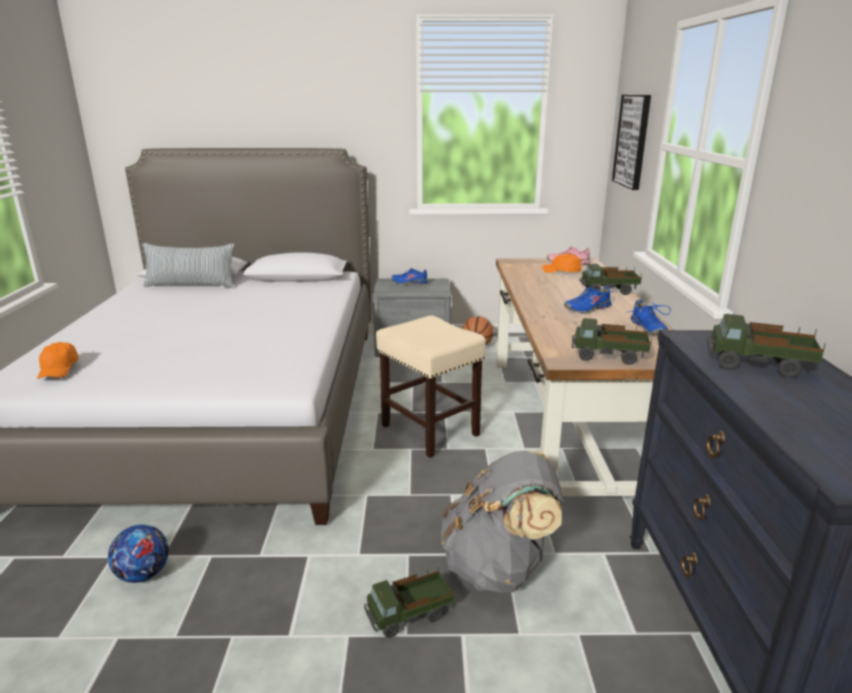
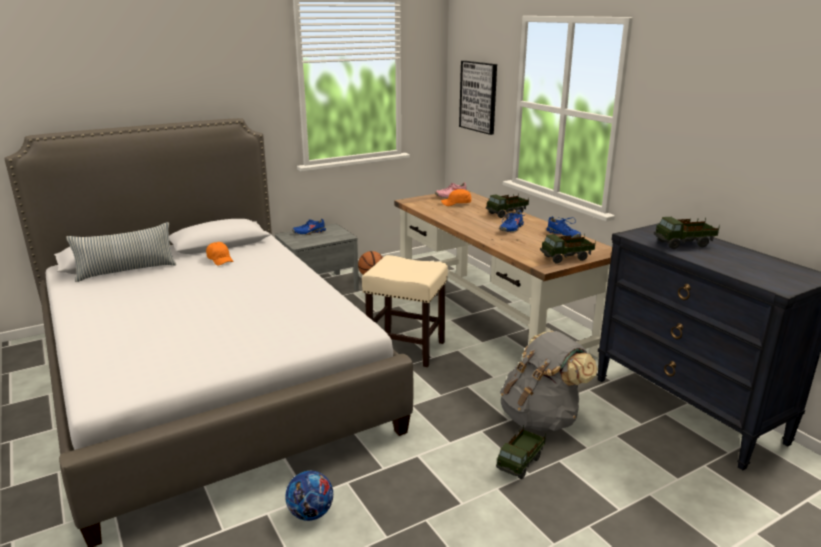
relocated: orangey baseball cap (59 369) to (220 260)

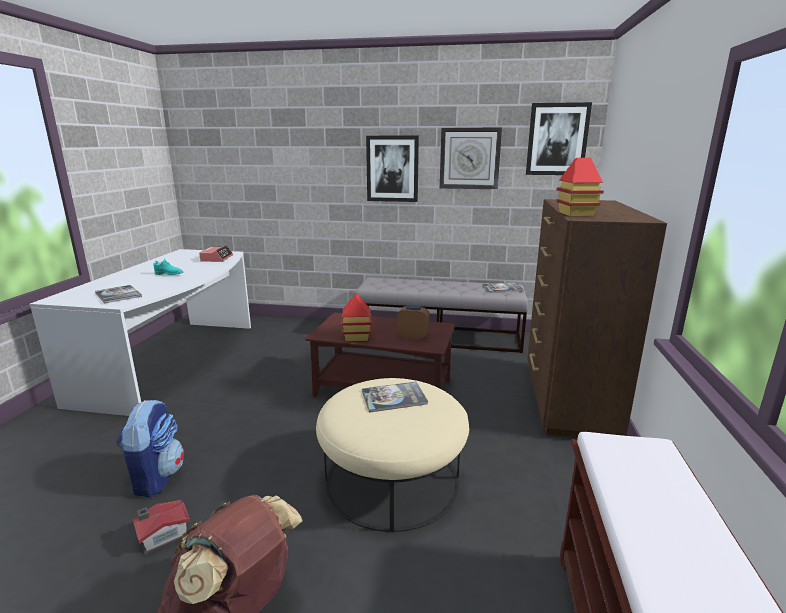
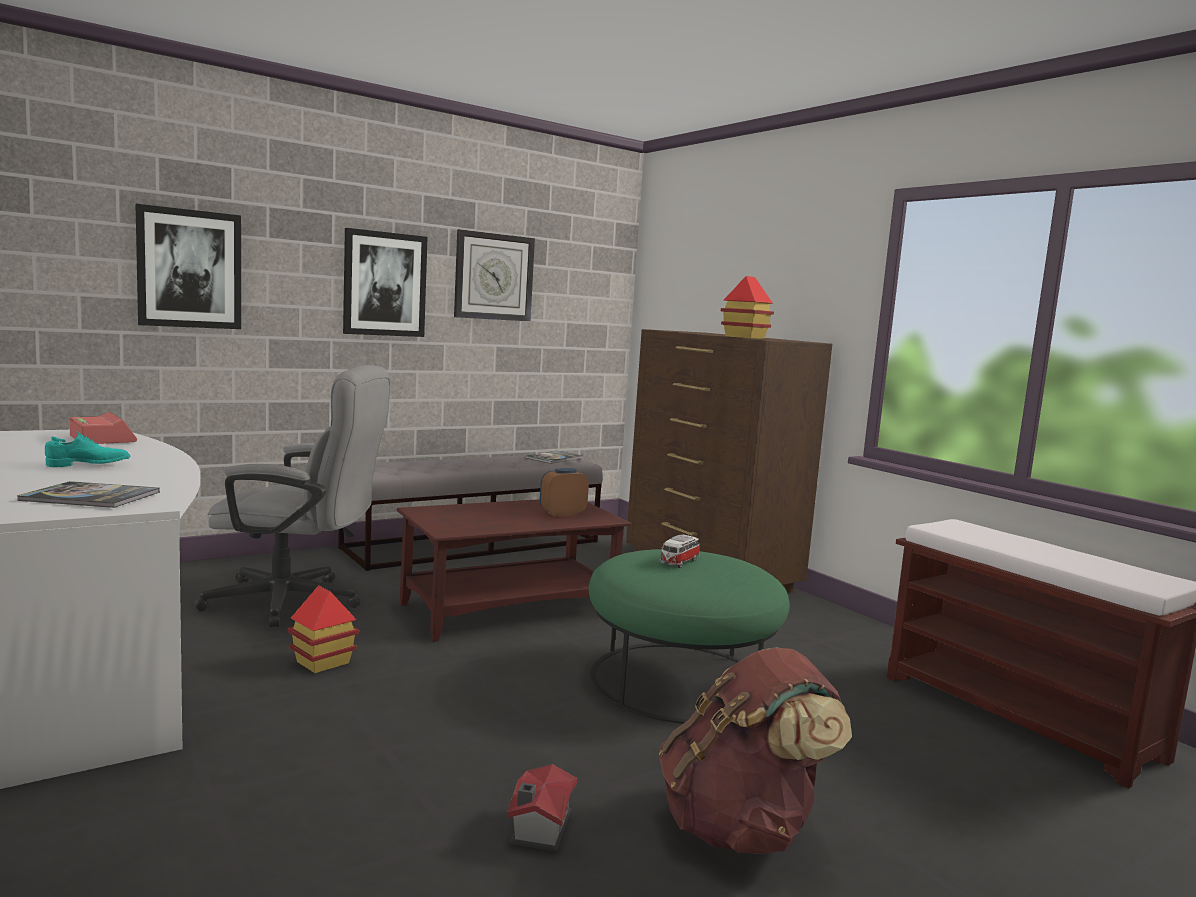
missing: knapsack (156 477)
appeared: greyish office chair (297 602)
relocated: toy house (356 337) to (322 662); picture (557 139) to (189 269)
exchanged: book (394 397) to model car (678 562)
colour: beige-coloured footrest (392 480) to green footrest (681 680)

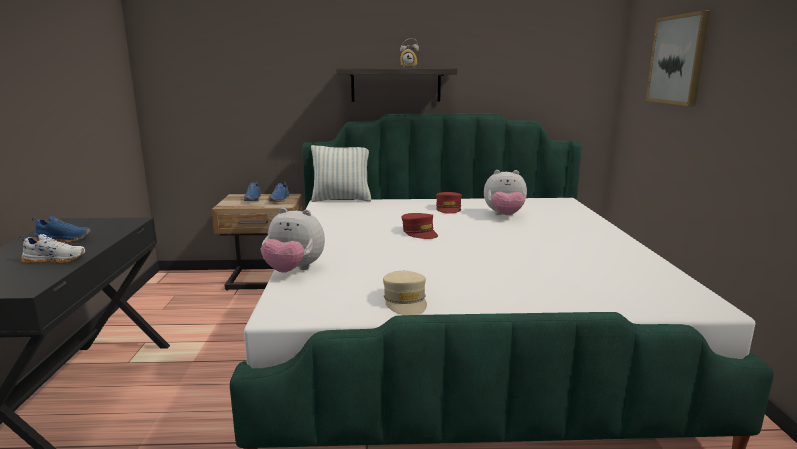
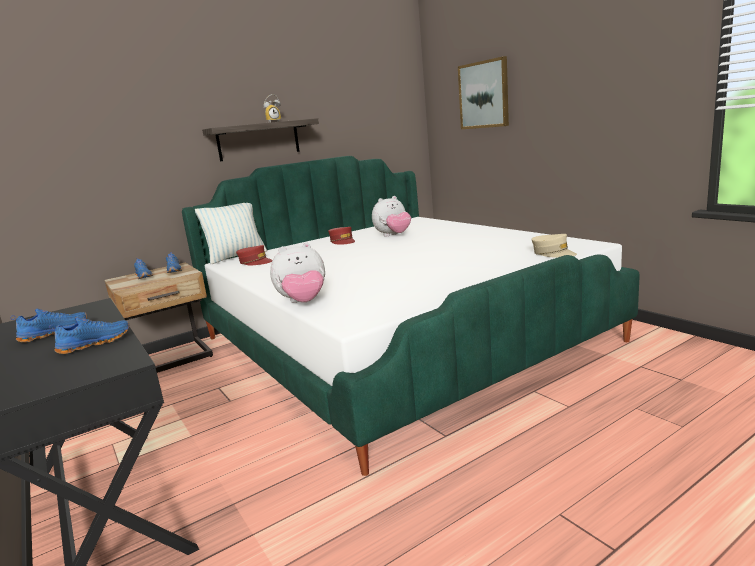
relocated: beige-coloured baseball cap (405 301) to (553 253); red baseball cap (419 233) to (255 262)
colour: whitish shoe (56 260) to bluish shoe (94 343)

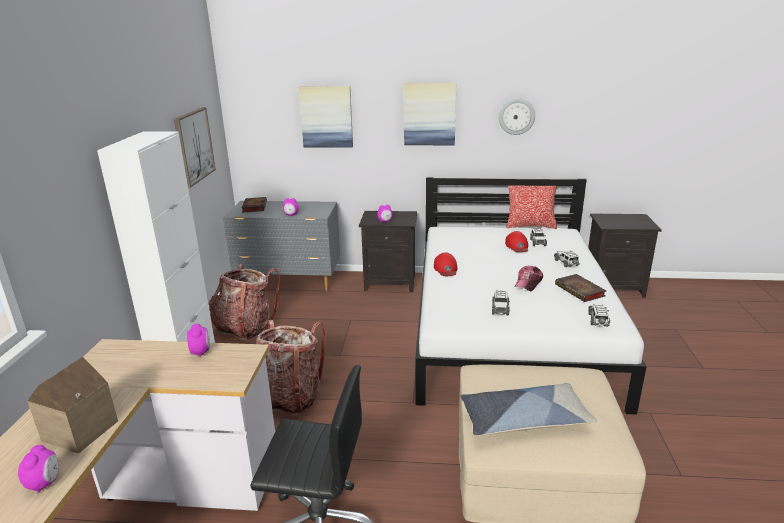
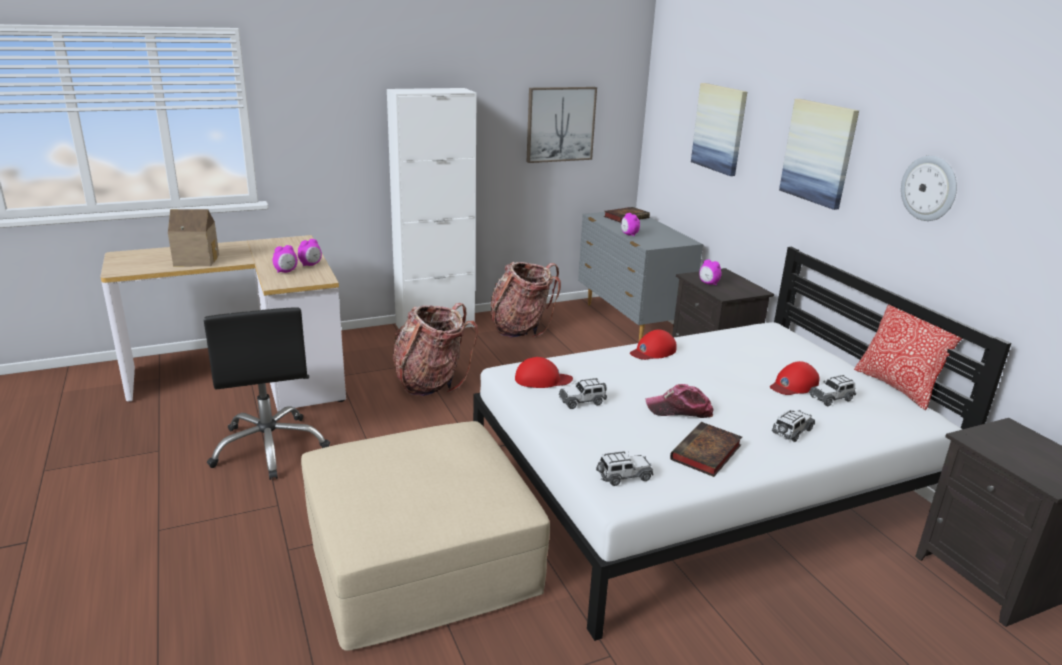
missing: throw pillow (523 419)
appeared: red baseball cap (542 379)
relocated: bedside clock (45 483) to (286 271)

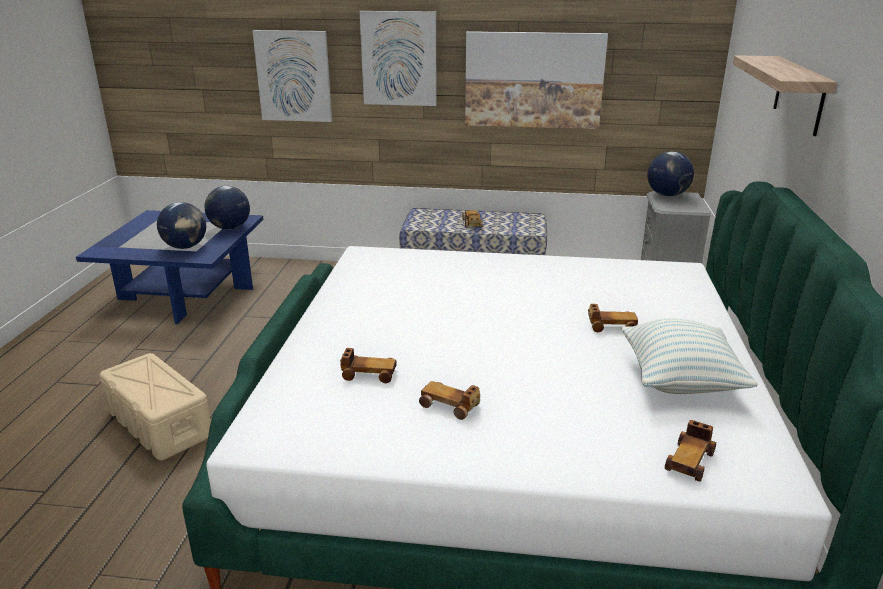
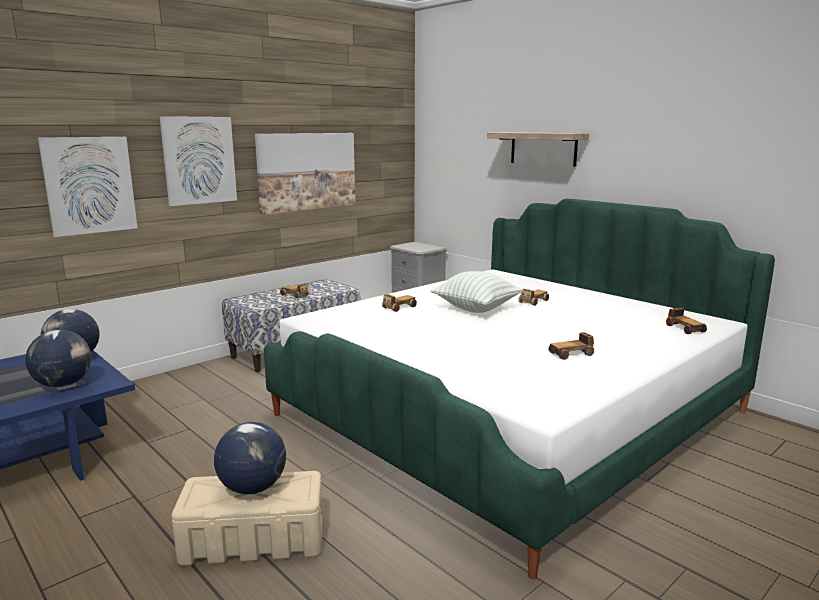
relocated: model car (368 374) to (398 307); throw pillow (680 381) to (476 309); world globe (667 195) to (253 488)

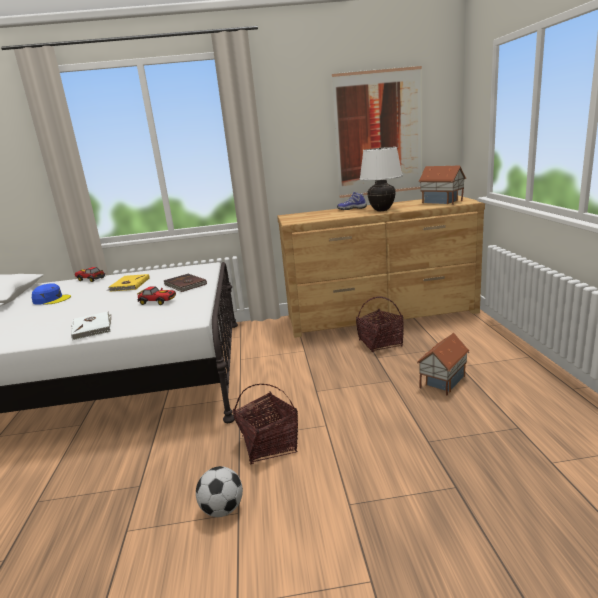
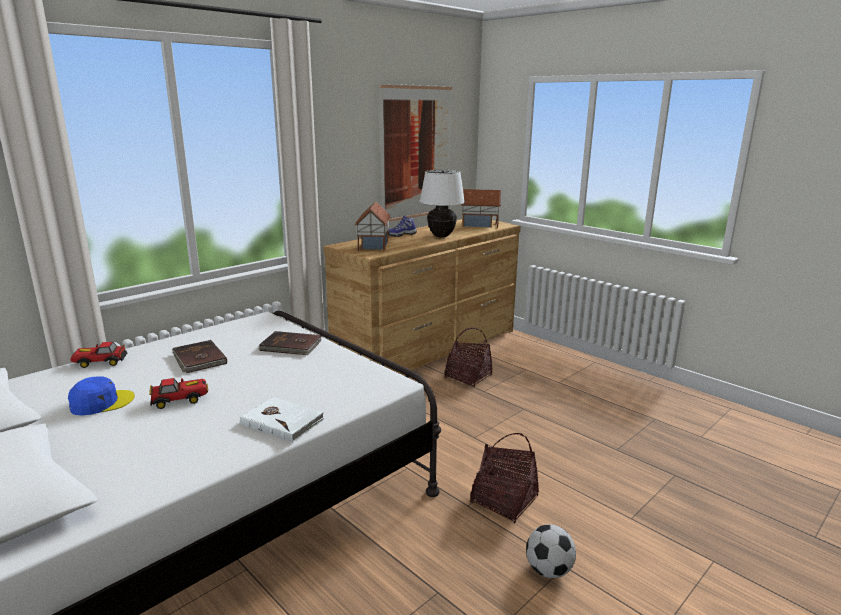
relocated: model car (158 302) to (180 400); toy house (442 382) to (373 246)
colour: yellow book (129 285) to brownish book (198 359)

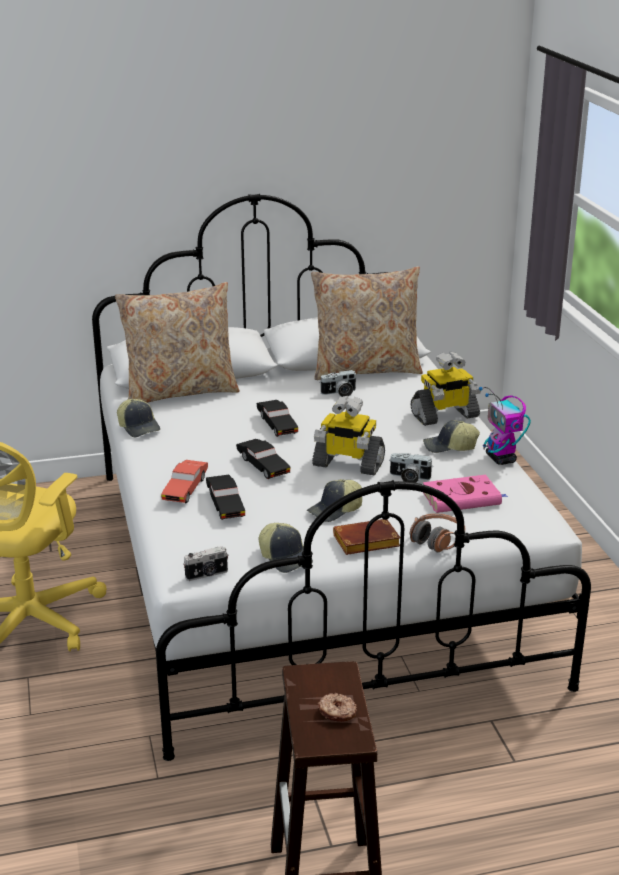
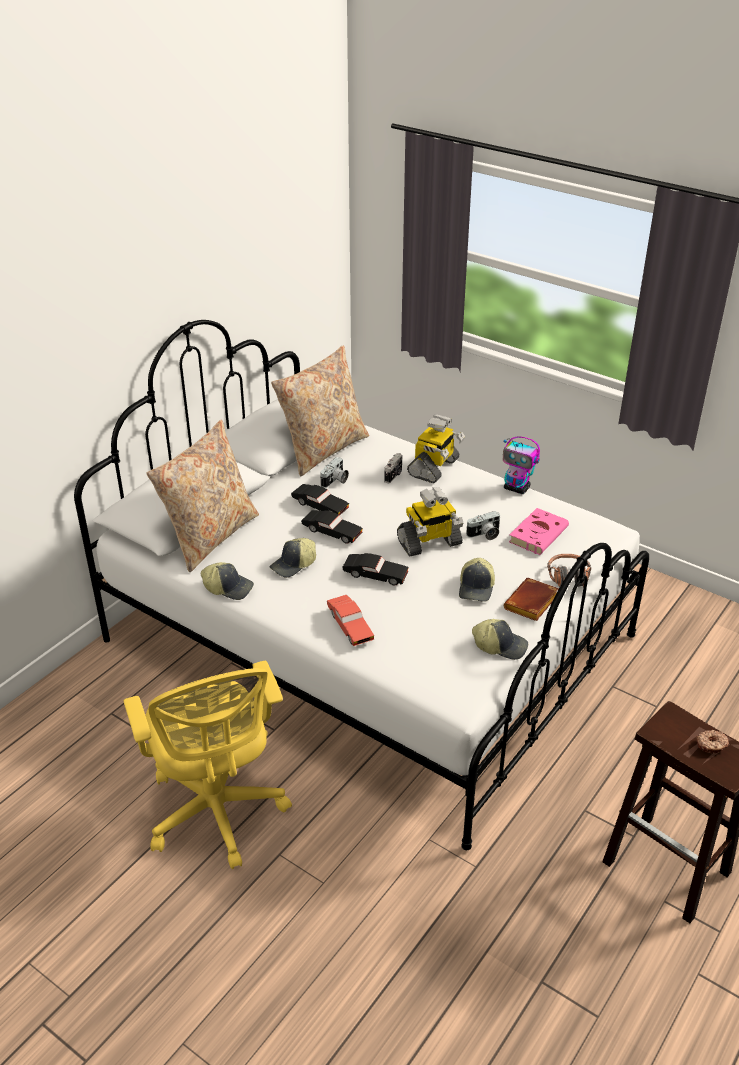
relocated: photo camera (207 575) to (394 475); blackish model car (225 505) to (320 506); baseball cap (449 447) to (294 565)

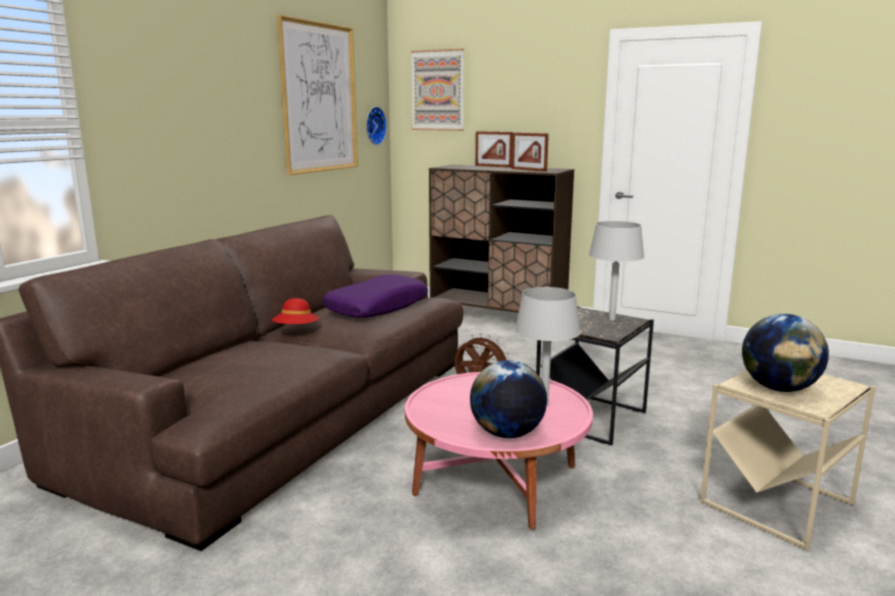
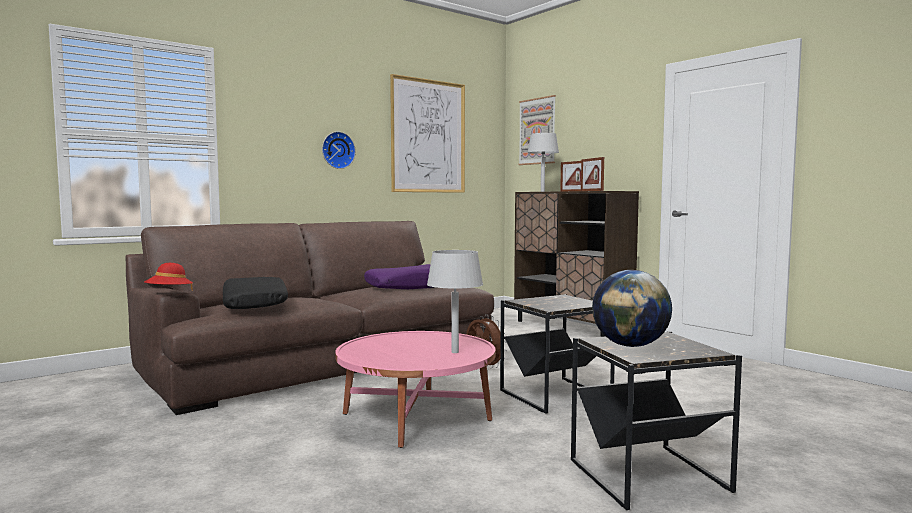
missing: world globe (507 434)
appeared: blackish throw pillow (256 304)
relocated: red wearable hat (296 330) to (169 293); clock on the wall (373 126) to (337 150); greyish table lamp (612 319) to (542 191)
colour: beige-coloured side table (778 503) to blackish side table (650 476)

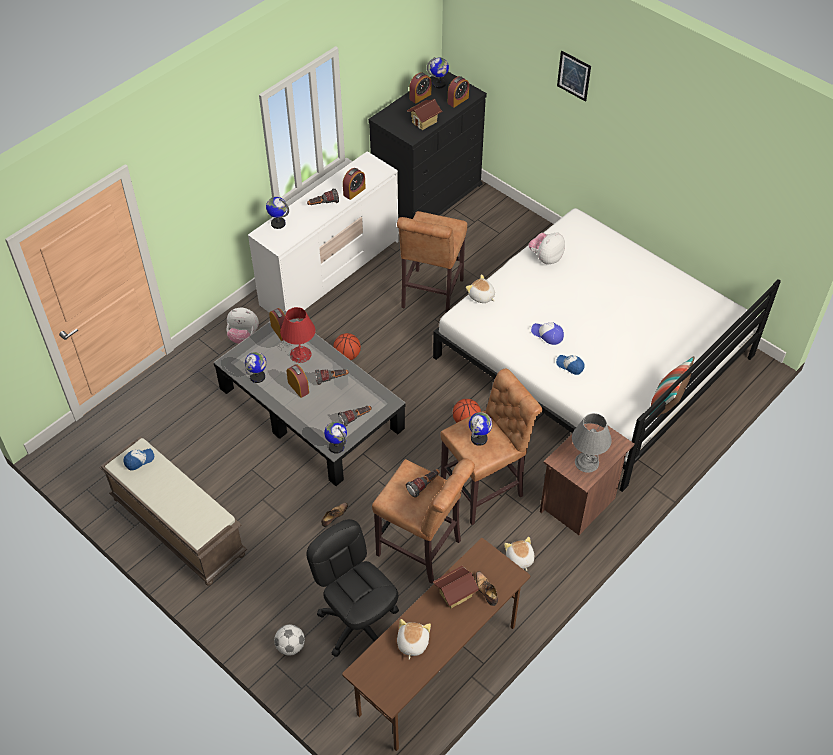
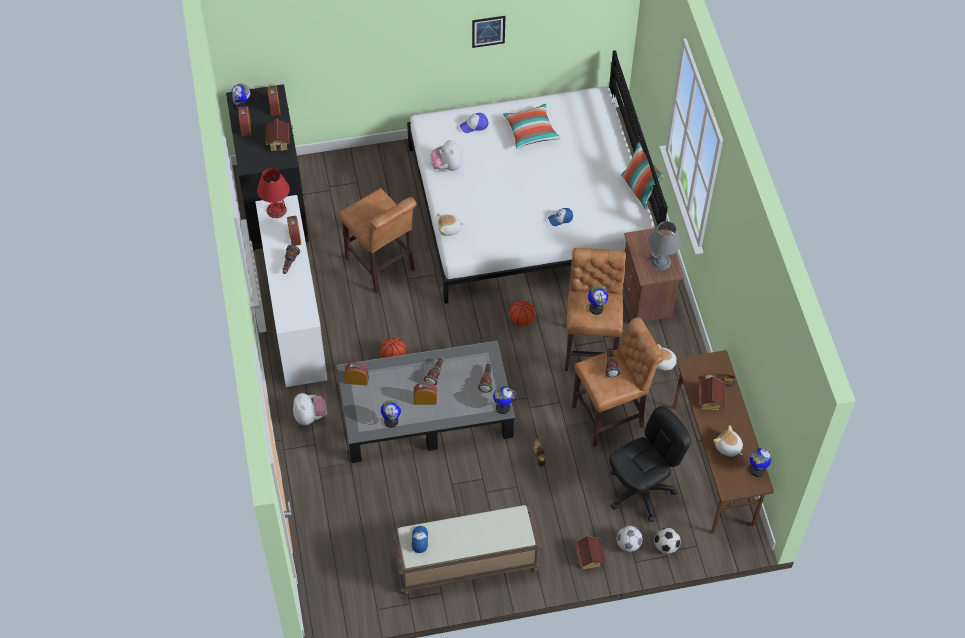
appeared: throw pillow (531 132); toy house (588 558); football (666 546)
relocated: world globe (278 223) to (757 470); red table lamp (300 354) to (276 210); baseball cap (547 334) to (474 125); picture (574 75) to (488 31)
spun: cuddly toy (243 336) = (310 416) 60 degrees counterclockwise; blackish office chair (358 623) = (641 491) 150 degrees clockwise

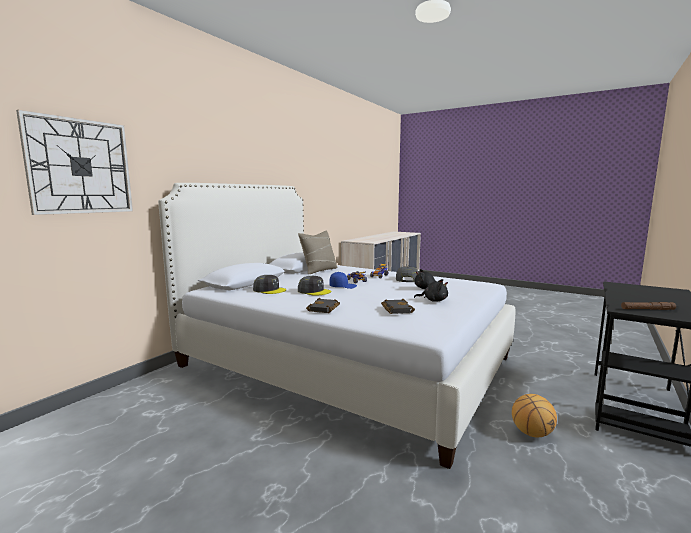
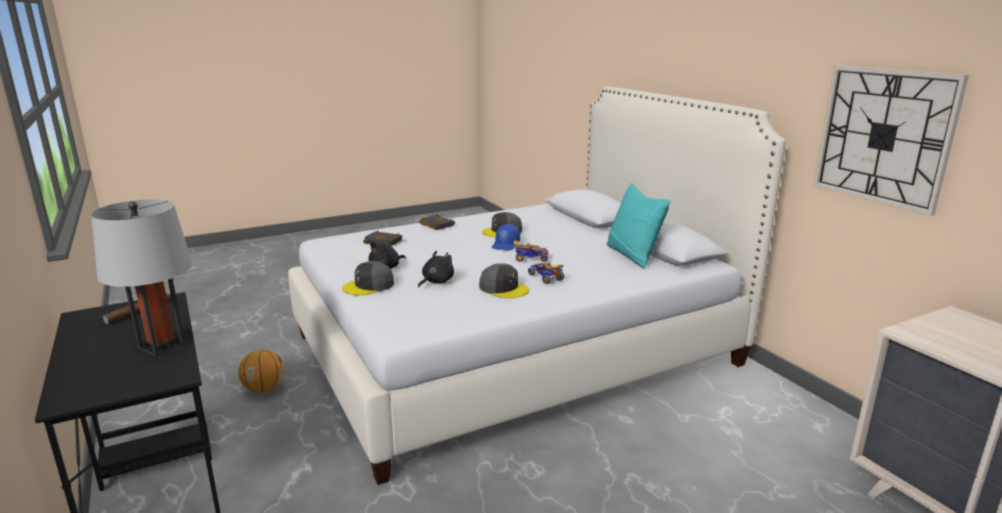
appeared: greyish table lamp (161 345)
relocated: clock on the wall (80 166) to (884 136); greyish baseball cap (269 290) to (369 286)
colour: beige-coloured throw pillow (319 270) to turquoise-coloured throw pillow (633 255)

